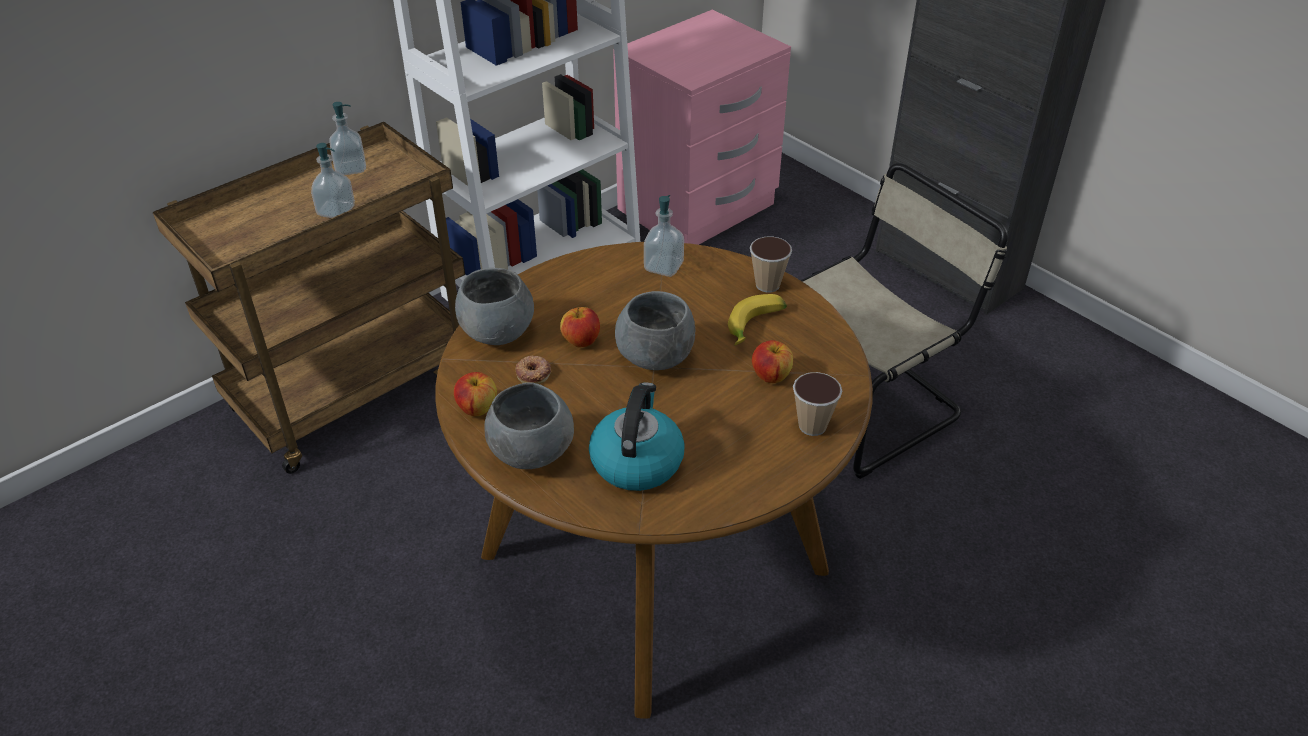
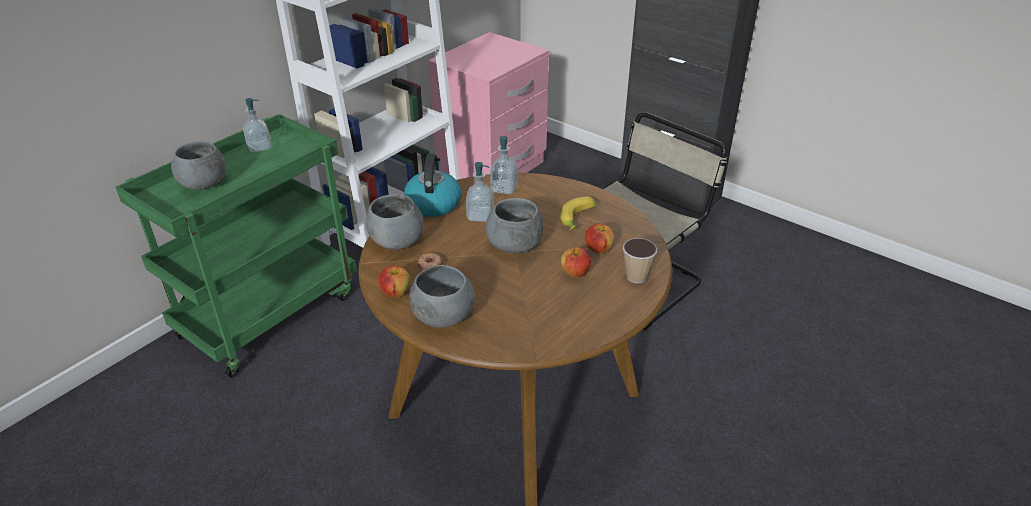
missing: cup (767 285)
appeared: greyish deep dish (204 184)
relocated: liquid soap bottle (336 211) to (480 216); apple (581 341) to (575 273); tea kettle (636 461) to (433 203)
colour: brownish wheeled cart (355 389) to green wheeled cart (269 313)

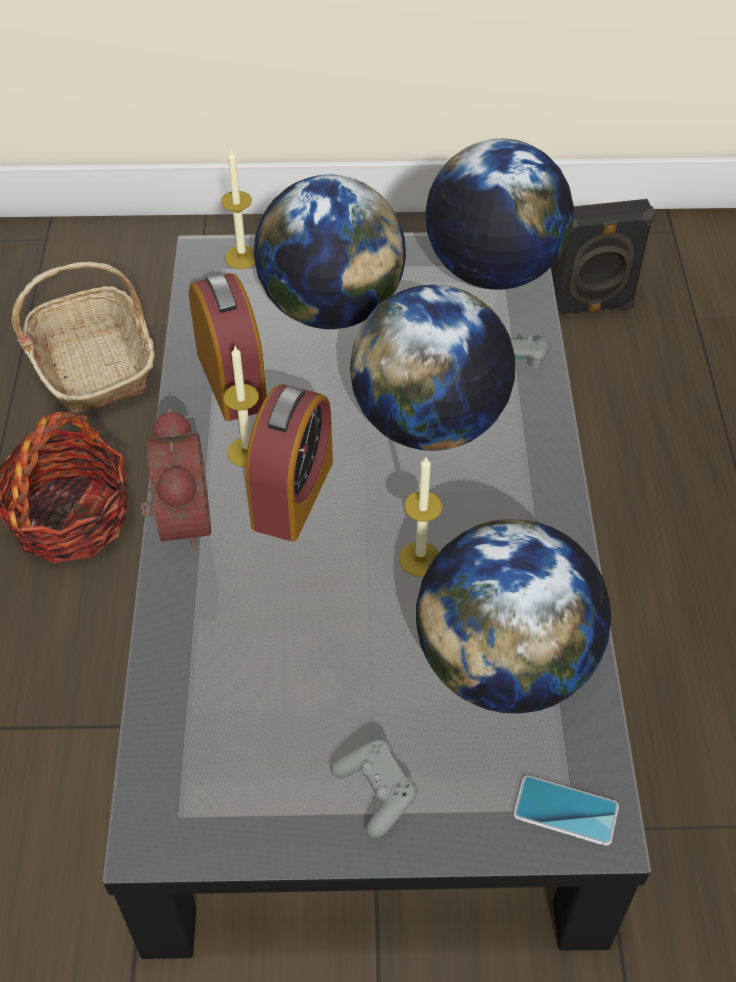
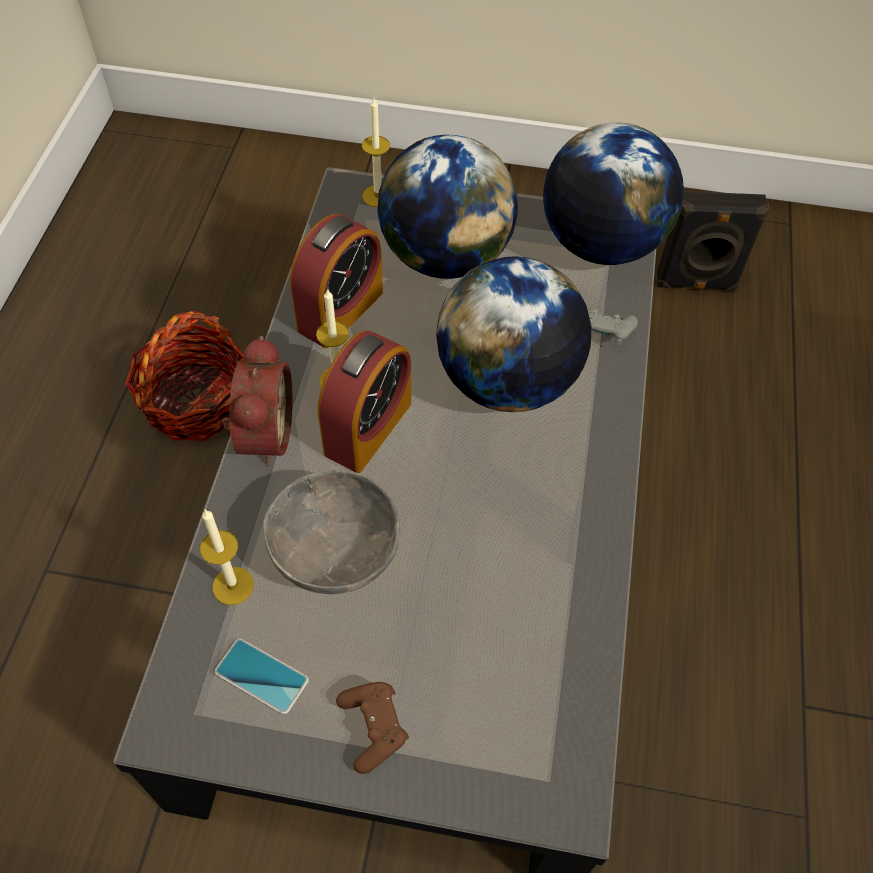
missing: household basket (94 365); world globe (505 665)
appeared: greyish deep dish (335 551)
relocated: wax light (420 559) to (233 585); handset (565 811) to (261 676)
colour: greyish joypad (377 792) to brownish joypad (373 728)
spun: bedside clock (231 380) = (340 311) 45 degrees clockwise

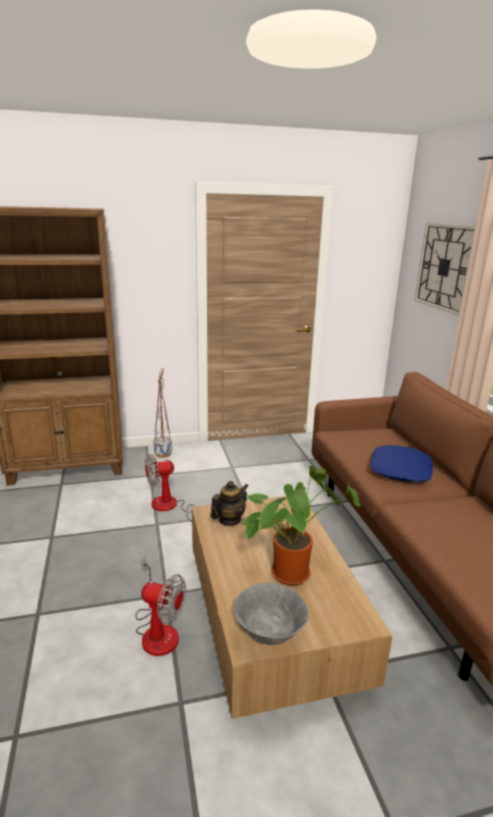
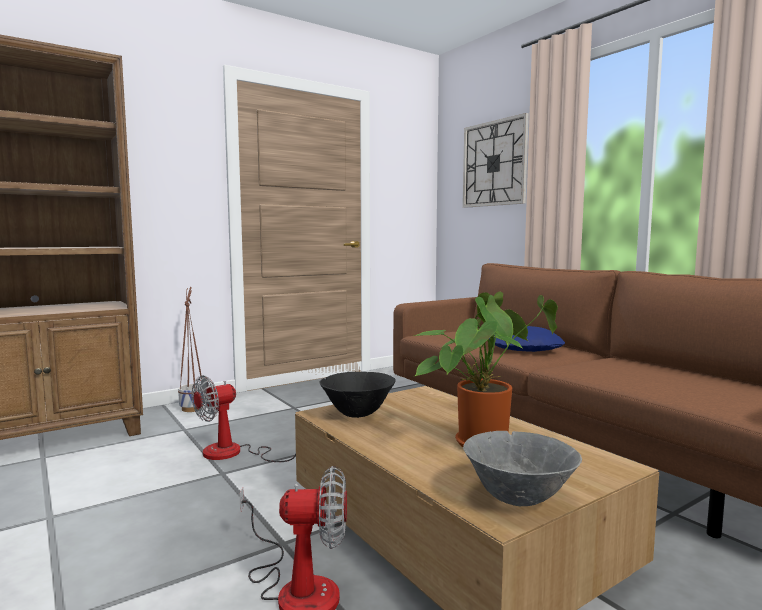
exchanged: pot for tea (229 520) to blackish deep dish (357 415)

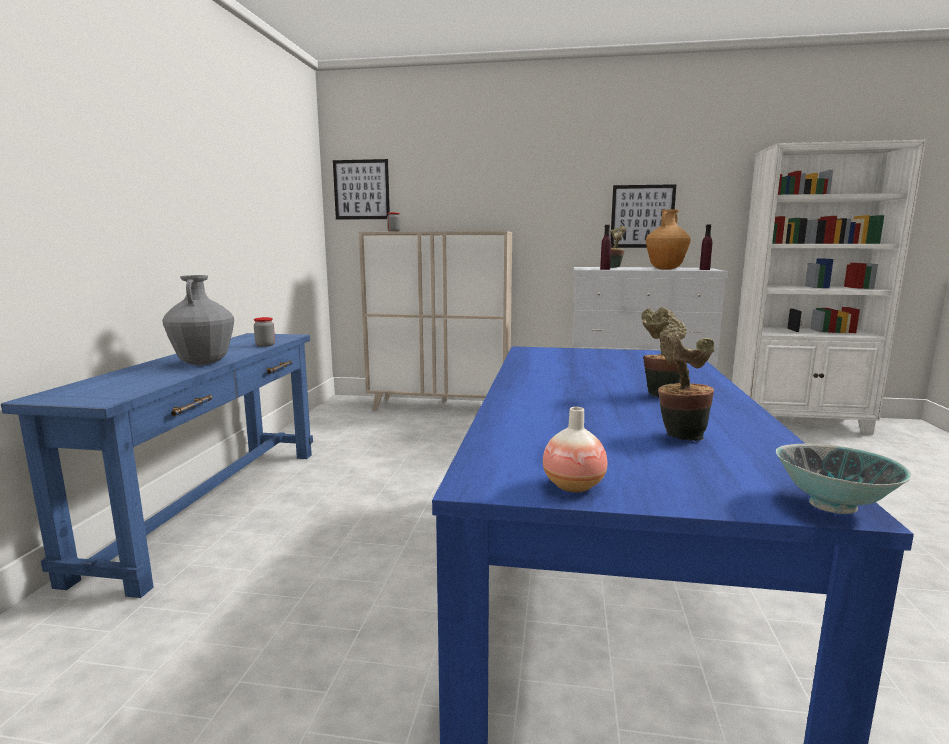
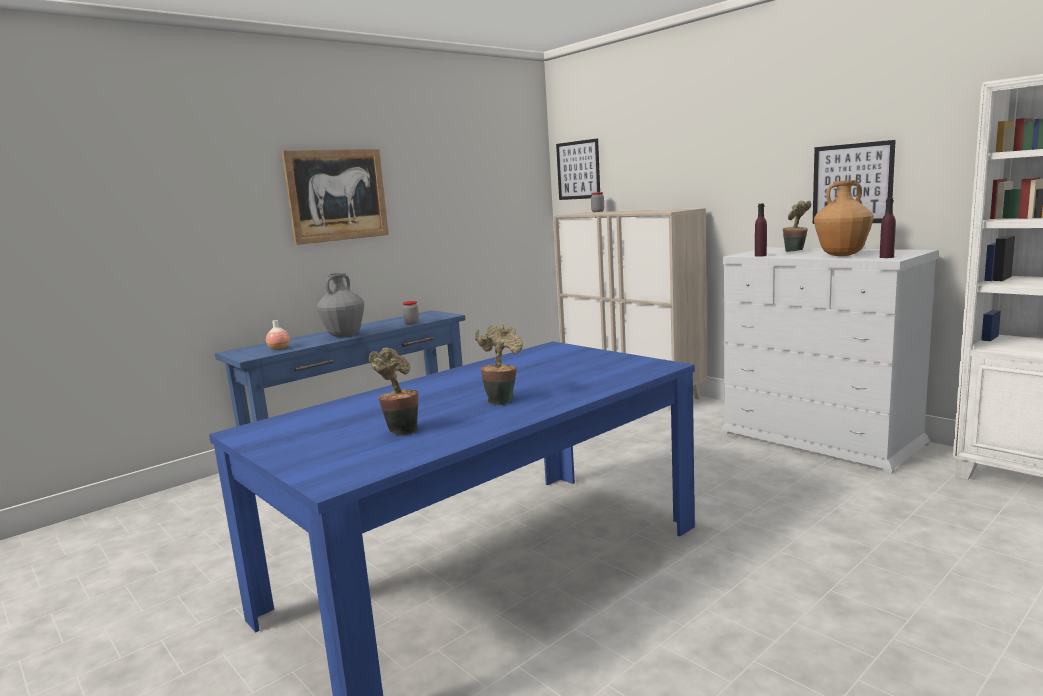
missing: deep dish (833 506)
appeared: picture (337 195)
relocated: decorative vase (573 486) to (279 349)

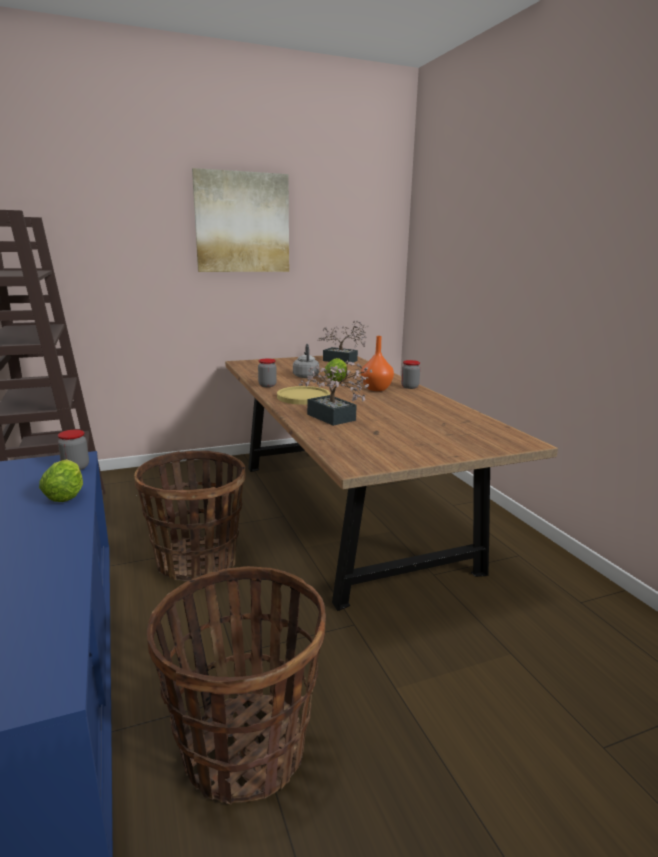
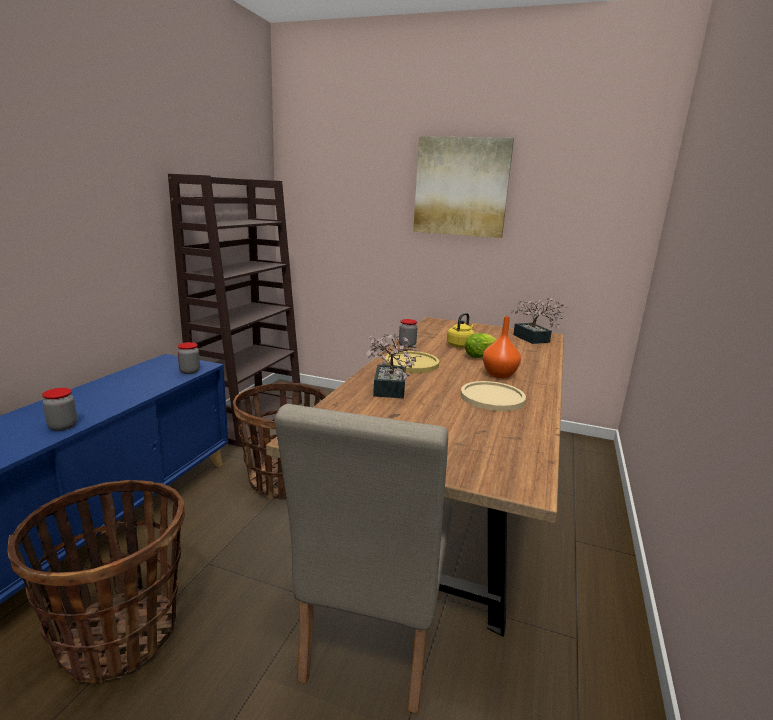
missing: lettuce (66 494)
appeared: beige-coloured upright chair (369 645); beige-coloured flat dish (492 397)
relocated: jar (409 387) to (63 426)
colour: greyish tea kettle (306 376) to yellow tea kettle (460 345)

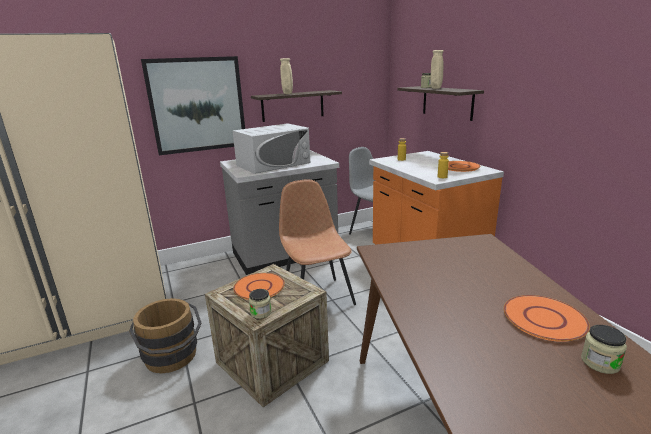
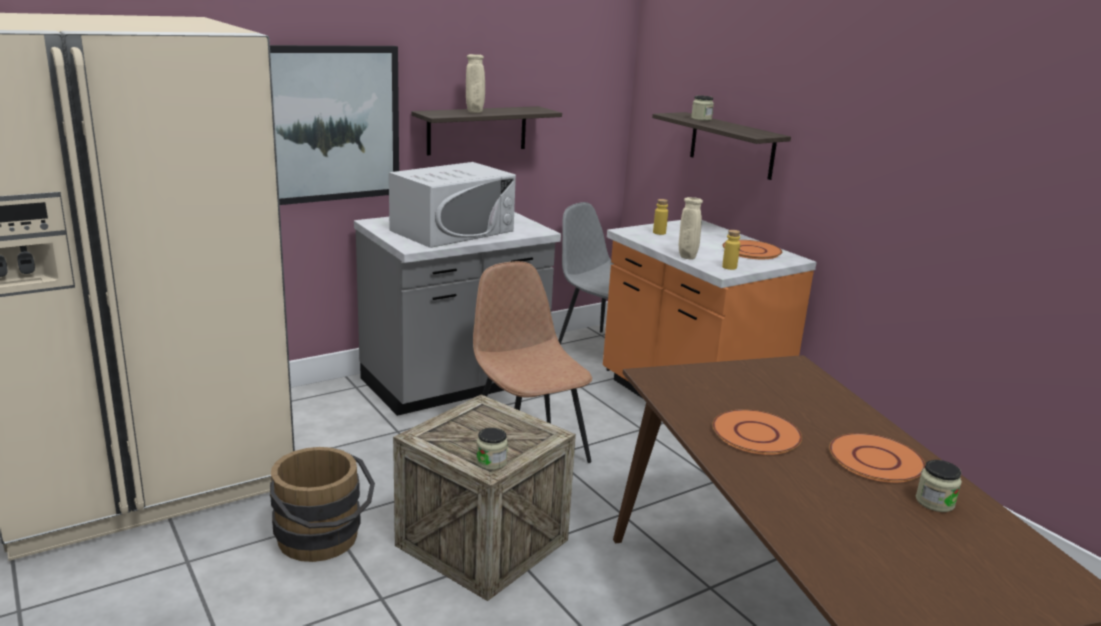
relocated: orangey flat dish (259 287) to (755 434); beige-coloured decorative vase (435 88) to (687 258)

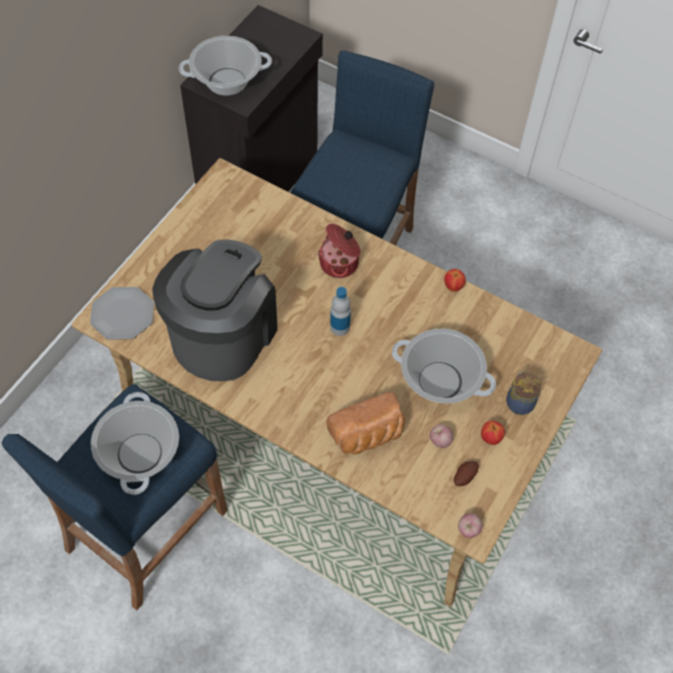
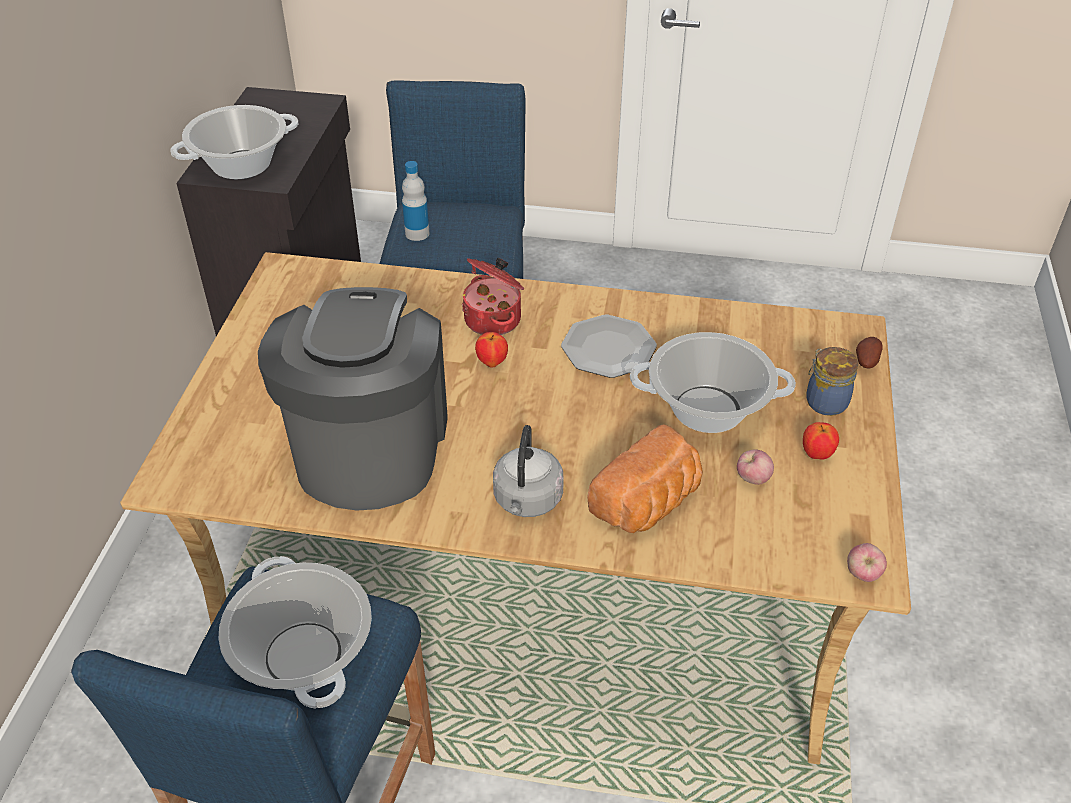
appeared: greyish tea kettle (527 501)
relocated: flat dish (122 314) to (608 348); bottle (340 327) to (417 233); apple (453 287) to (492 363); potato (464 476) to (865 361)

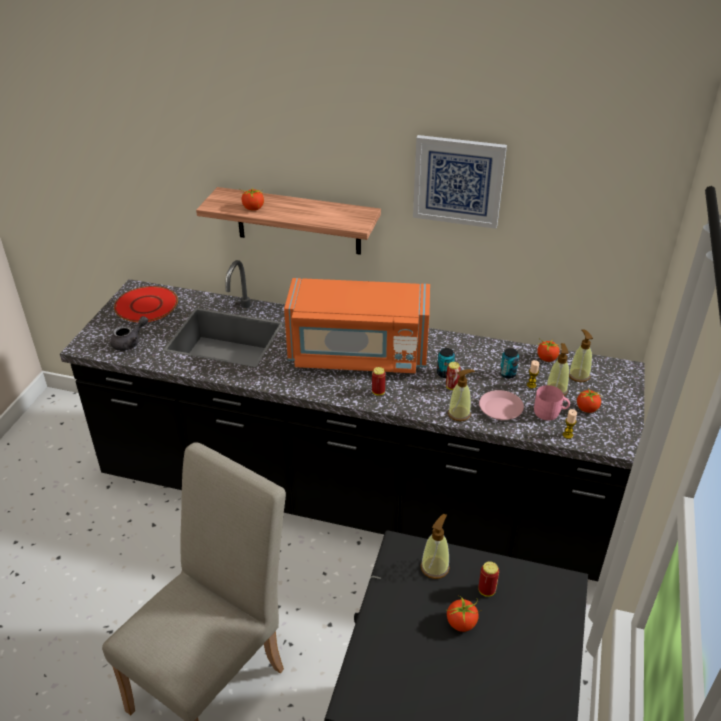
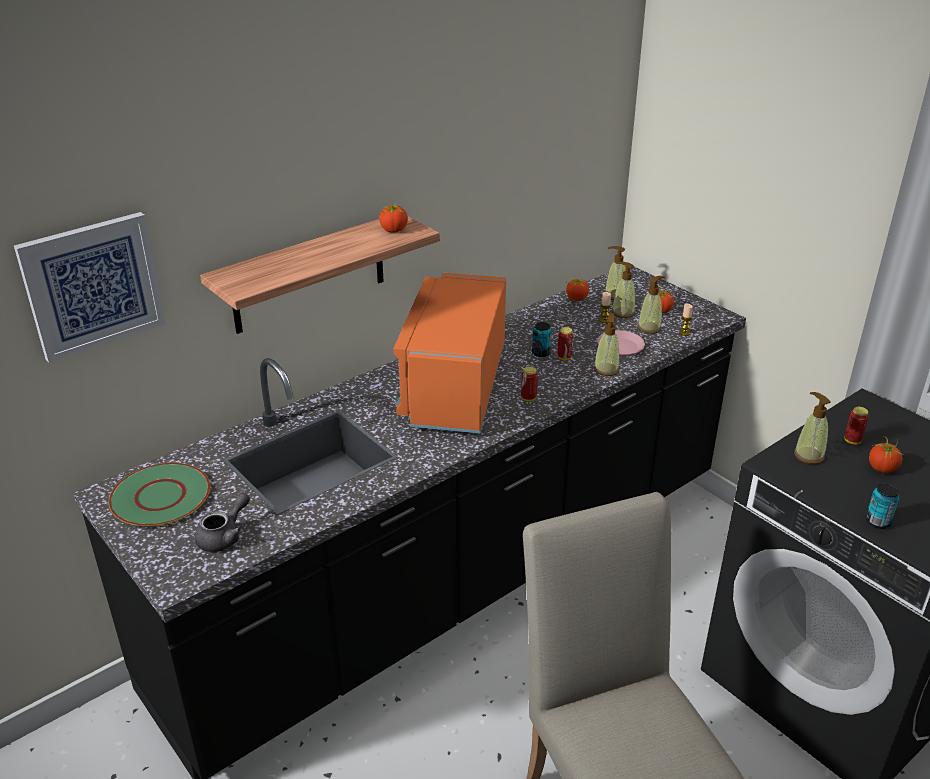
relocated: whole tomato (253 208) to (394 230); picture (458 181) to (93 285); sealed can (507 374) to (877 522)
exchanged: pink mug (550 413) to liquid soap bottle (649 328)
colour: red flat dish (146 306) to green flat dish (161 497)
spun: greyish pot for tea (130 342) = (224 536) 45 degrees clockwise; orangey kitchen microwave (358 354) = (455 386) 150 degrees clockwise

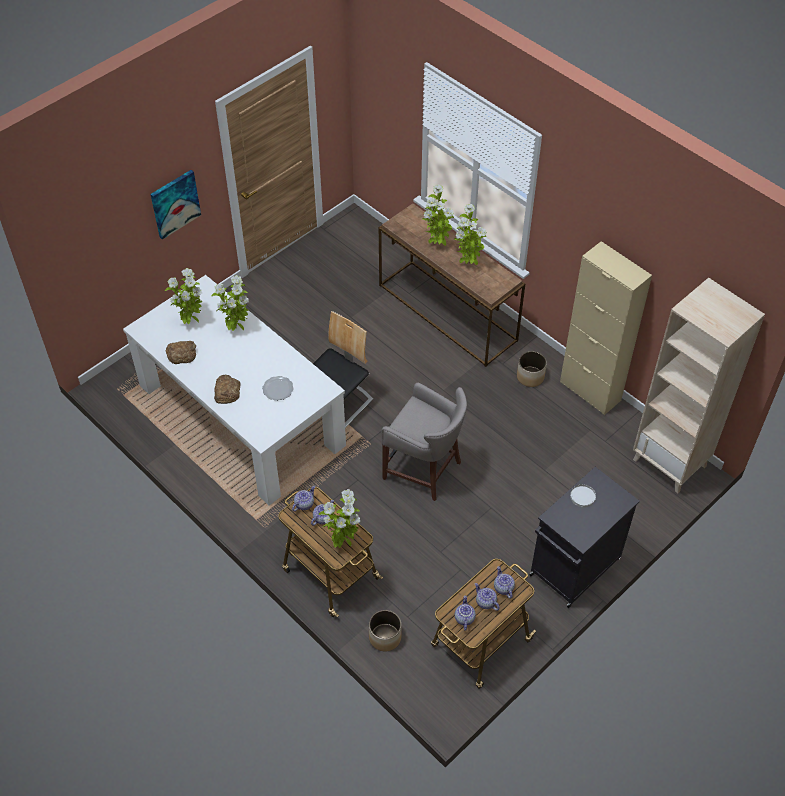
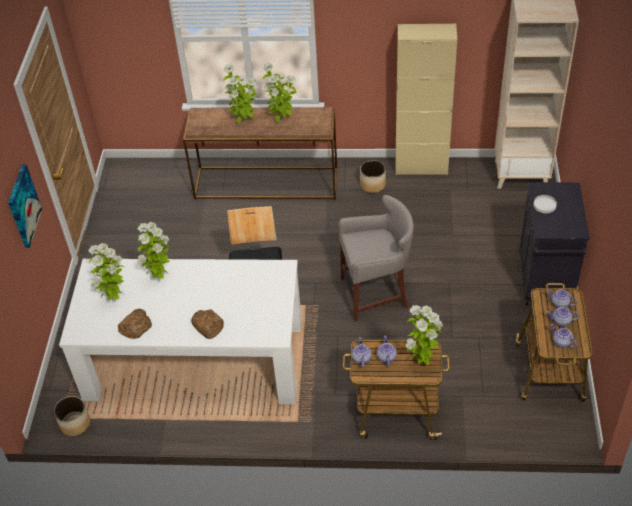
missing: flat dish (277 389)
relocated: flower pot (385 637) to (74 423)

